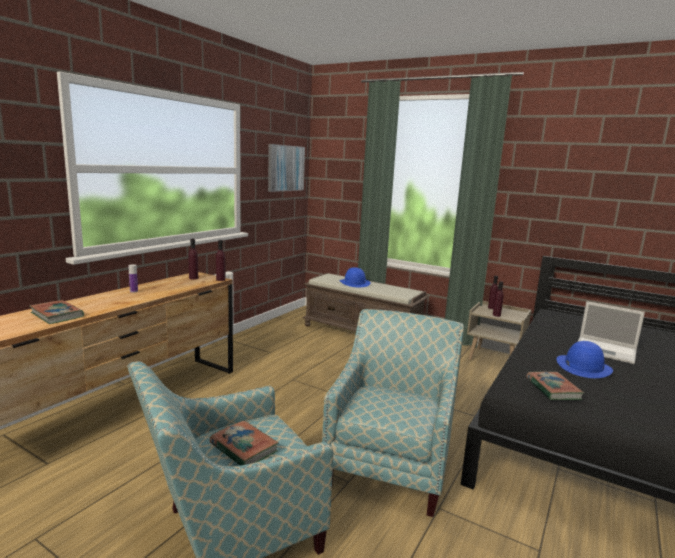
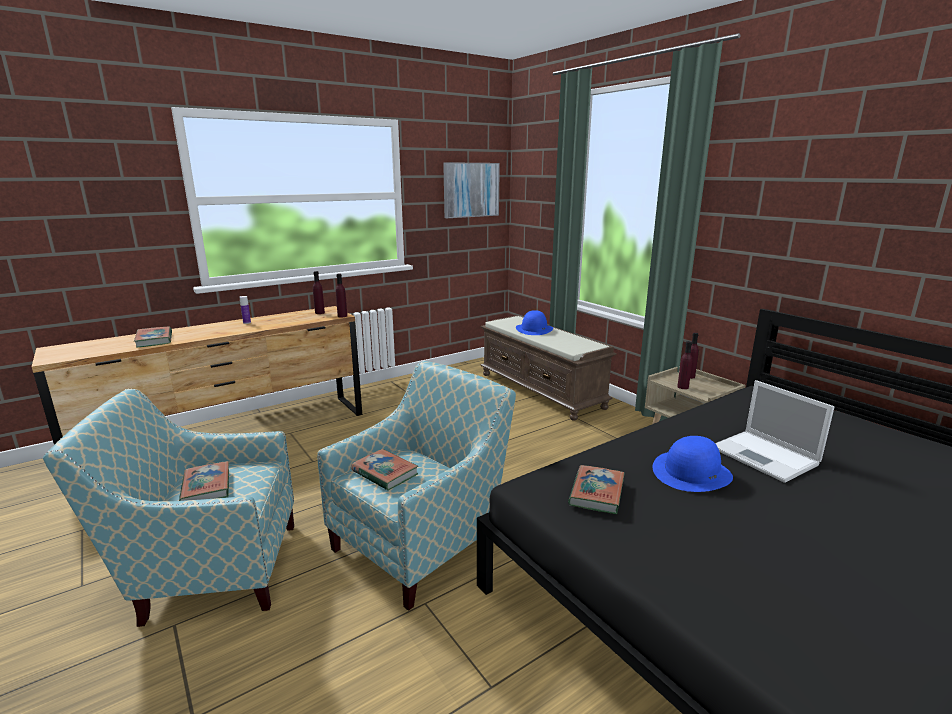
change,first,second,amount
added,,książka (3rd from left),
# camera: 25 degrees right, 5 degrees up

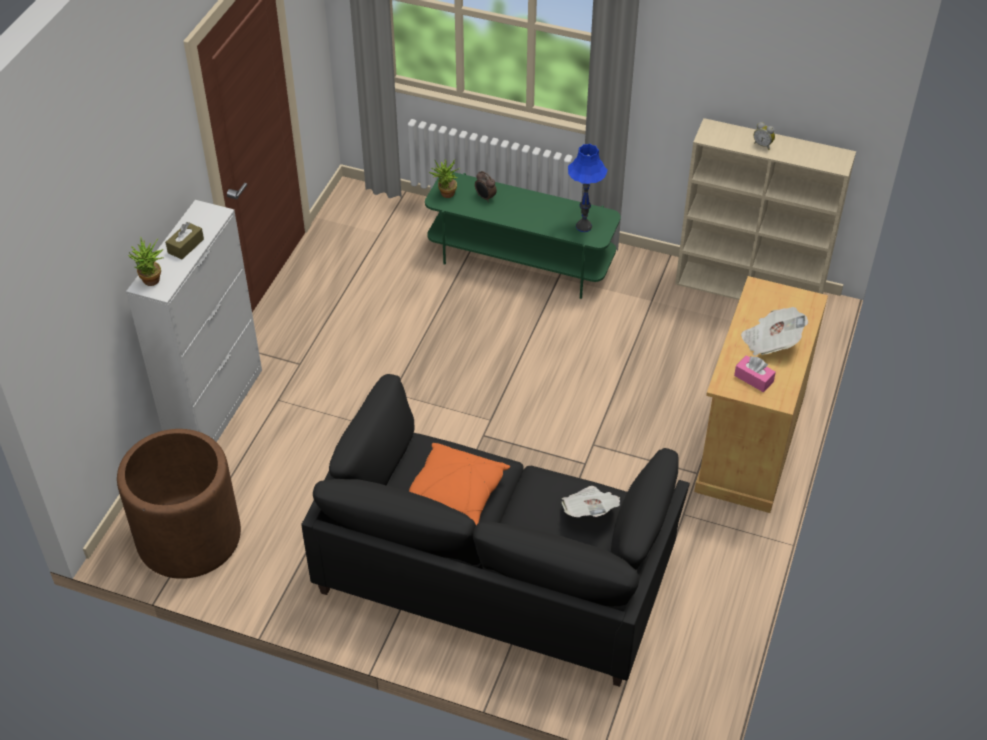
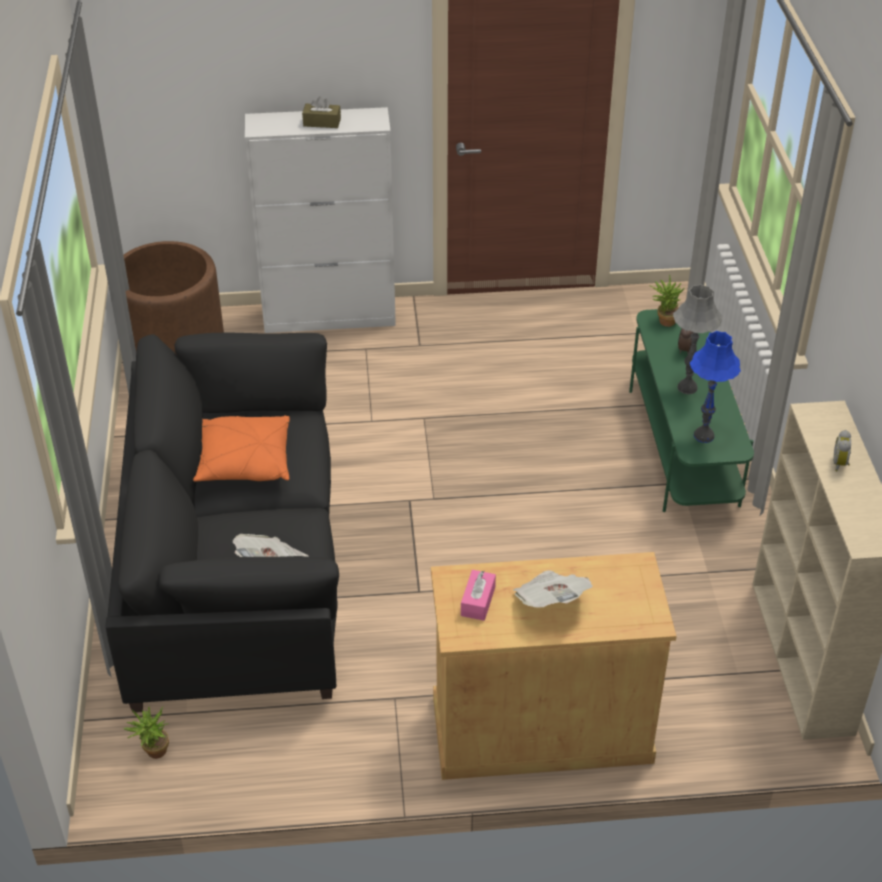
change,first,second,amount
moved,roślina doniczkowa (1st from left),,
added,,lampa stołowa/szary,
# camera: 65 degrees right, 5 degrees down

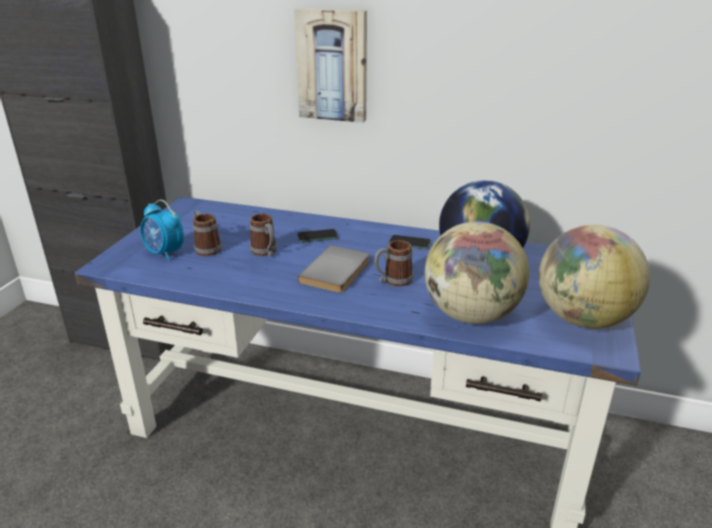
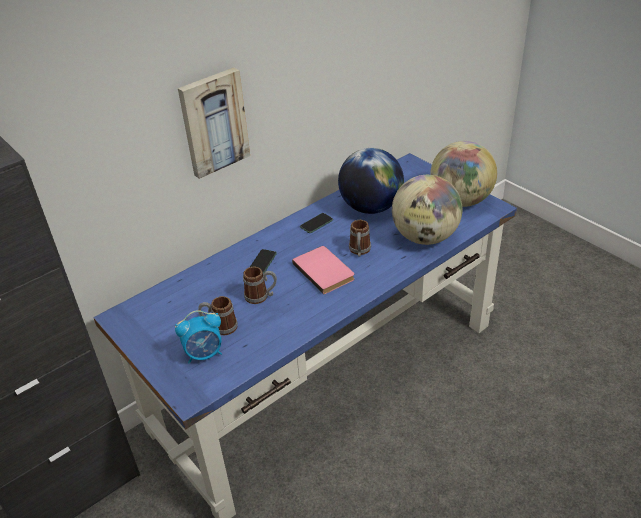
change,first,second,amount
recoloured,książka/szary,książka/różowy,
# camera: 55 degrees left, 10 degrees up

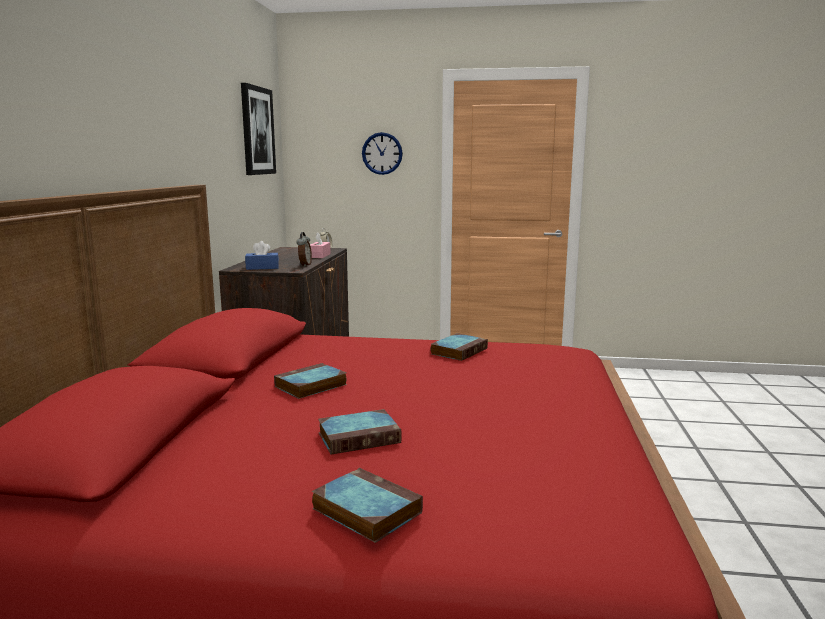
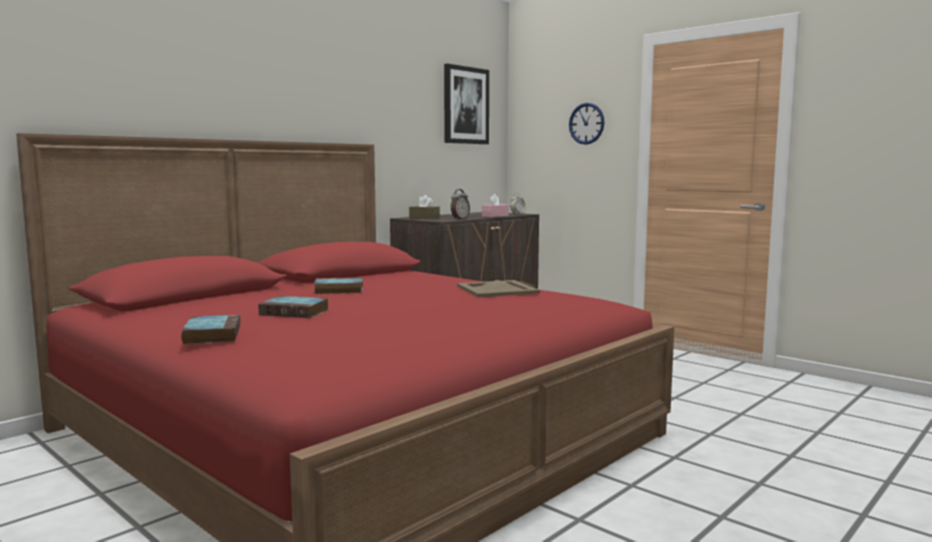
change,first,second,amount
recoloured,pudełko chusteczek/niebieski,pudełko chusteczek/brązowy,
replaced,książka (4th from left),taca/beżowy,
# camera: 35 degrees right, 5 degrees down

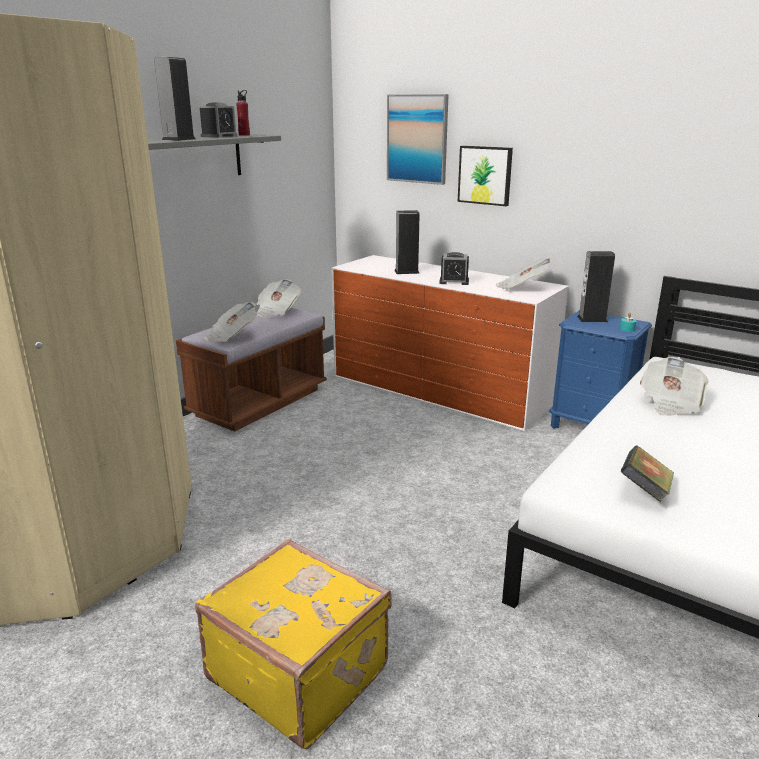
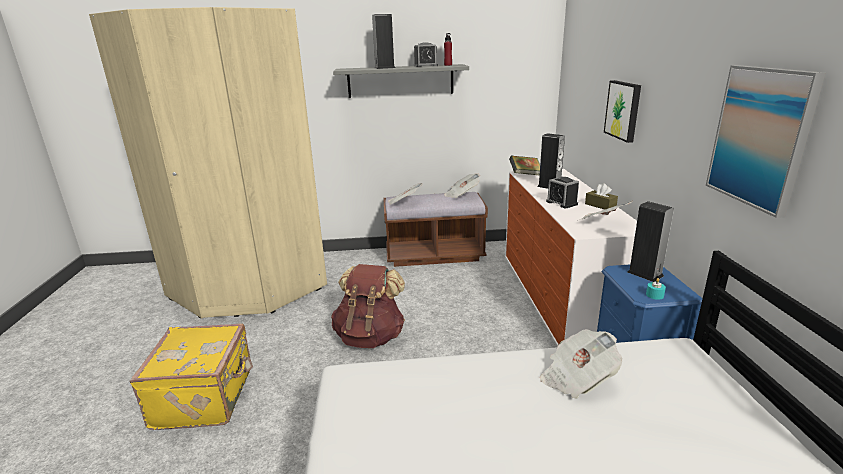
change,first,second,amount
added,,plecak/brązowy,
moved,książka,,
added,,pudełko chusteczek/brązowy,
moved,obraz (1st from left in the first image),obraz (2nd from left),
# camera: 50 degrees right, 0 degrees up

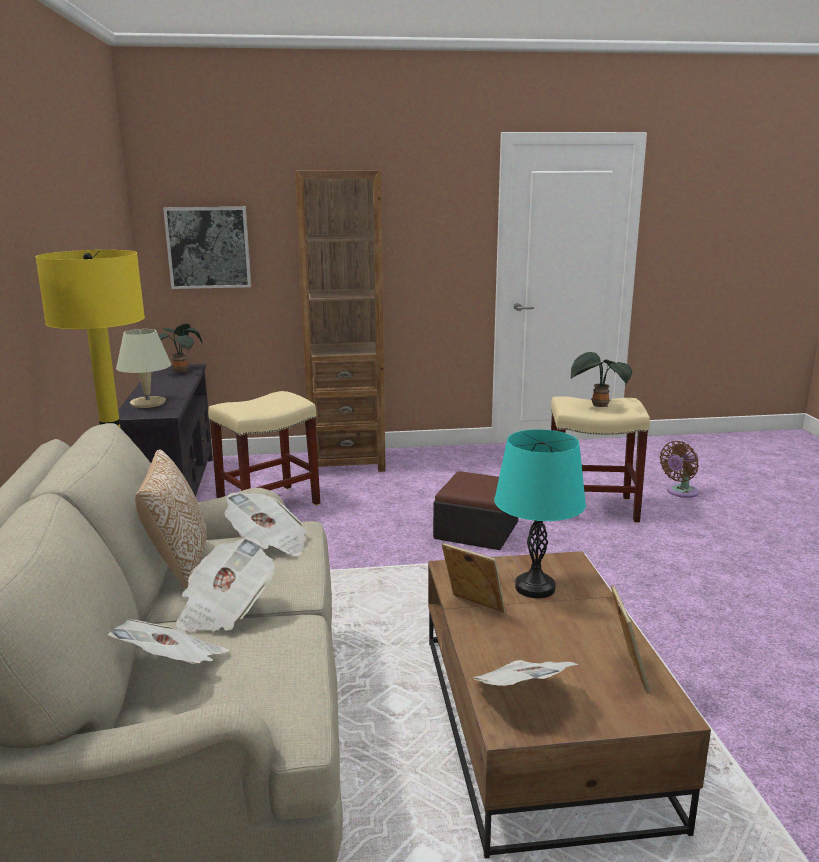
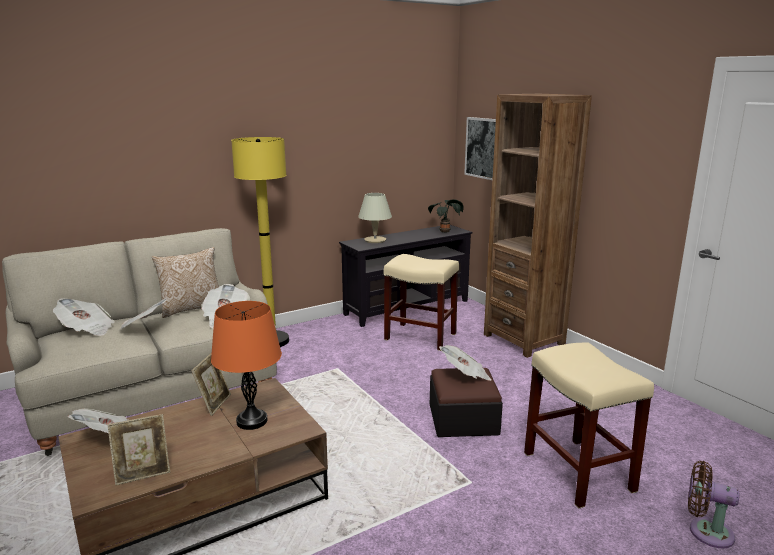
change,first,second,amount
recoloured,lampa stołowa/turkusowy,lampa stołowa/pomarańczowy,
added,,gazeta (5th from left),
removed,roślina doniczkowa (2nd from left),,
# camera: 65 degrees right, 0 degrees up

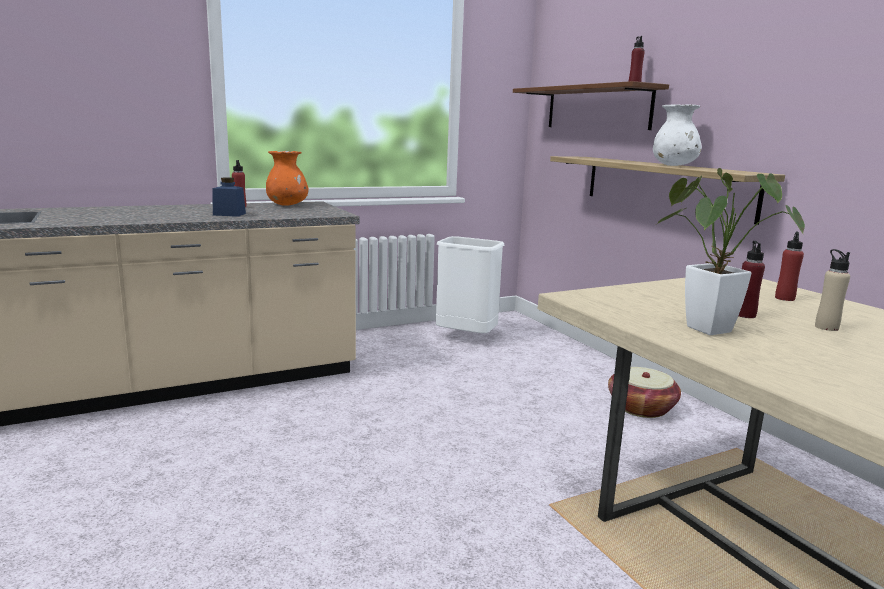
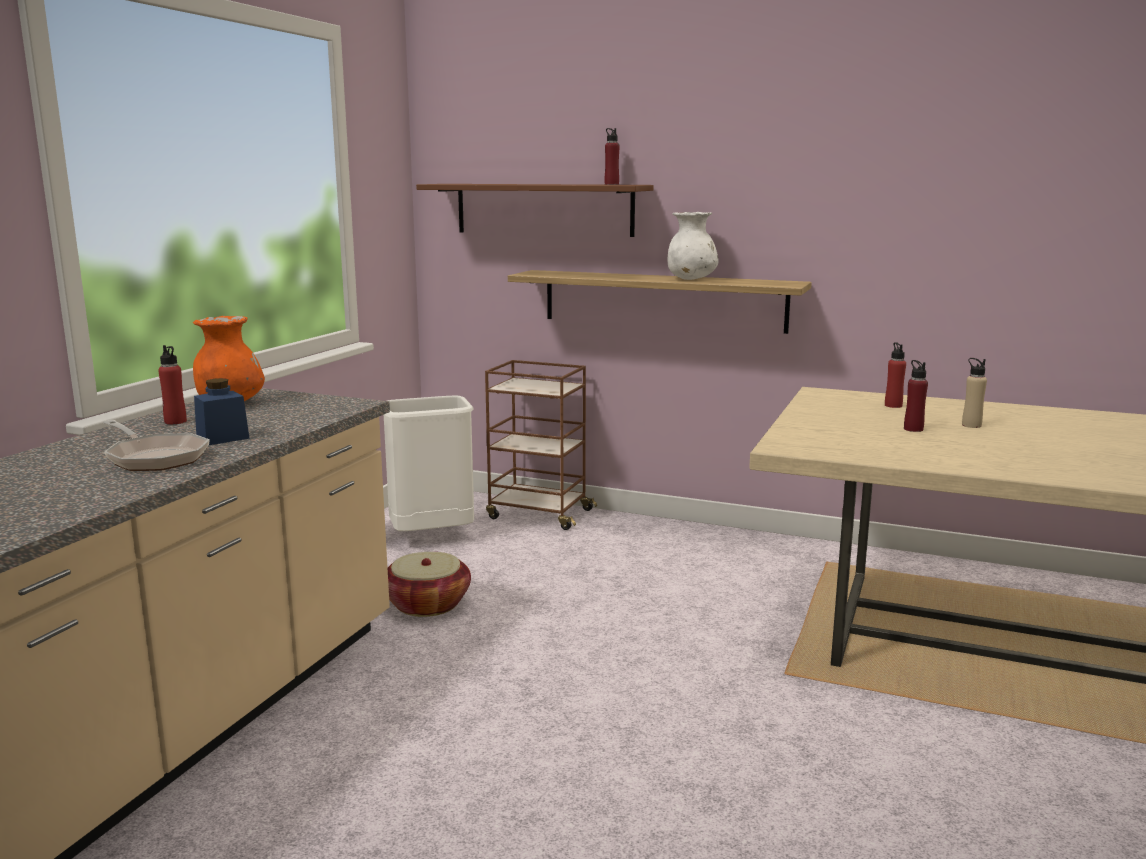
change,first,second,amount
added,,patelnia,
moved,koszyk,,
added,,wózek/brązowy,
removed,roślina doniczkowa,,
# camera: 40 degrees left, 0 degrees up

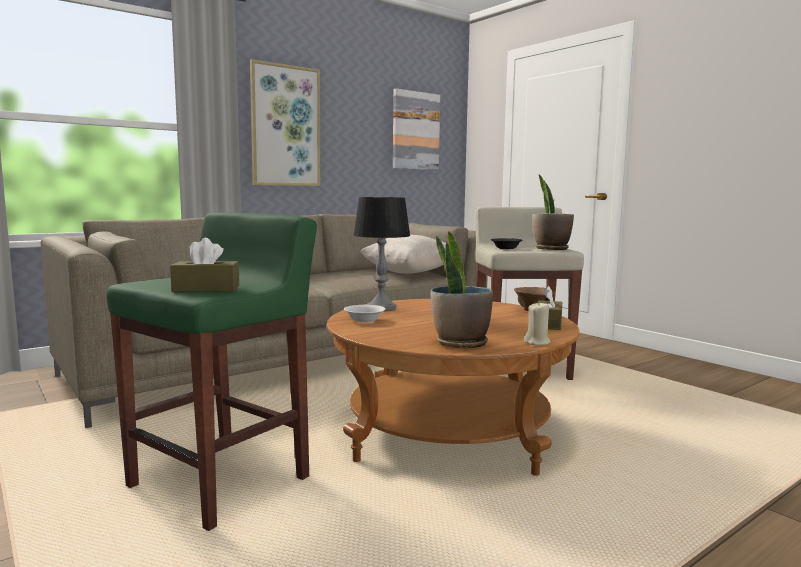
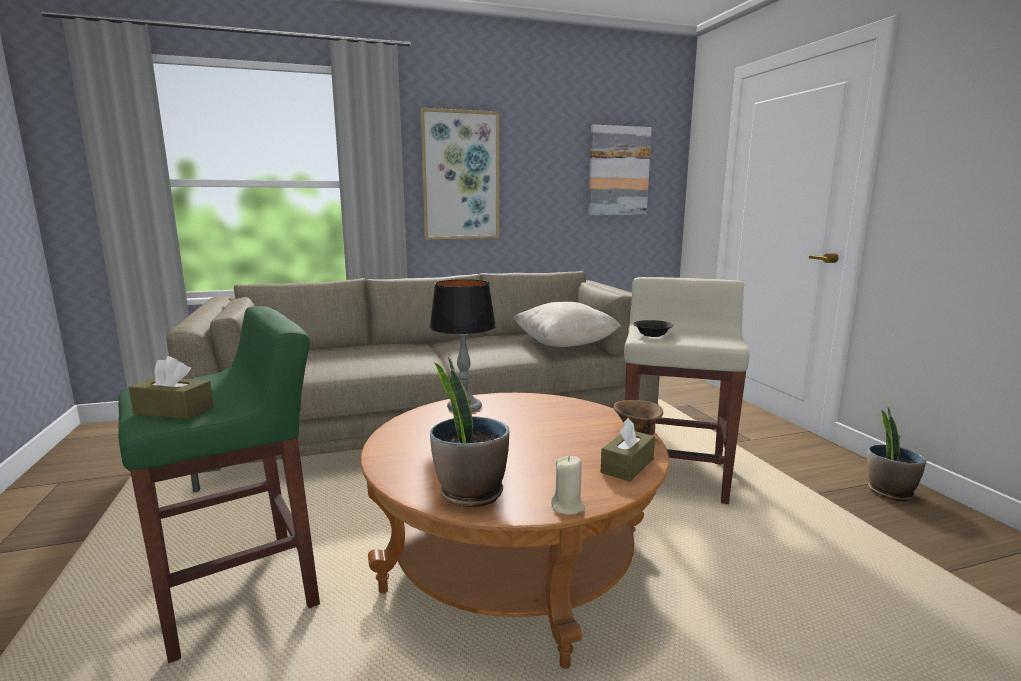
change,first,second,amount
moved,roślina doniczkowa (2nd from left),,
removed,miska/biały,,
# camera: 20 degrees right, 5 degrees up

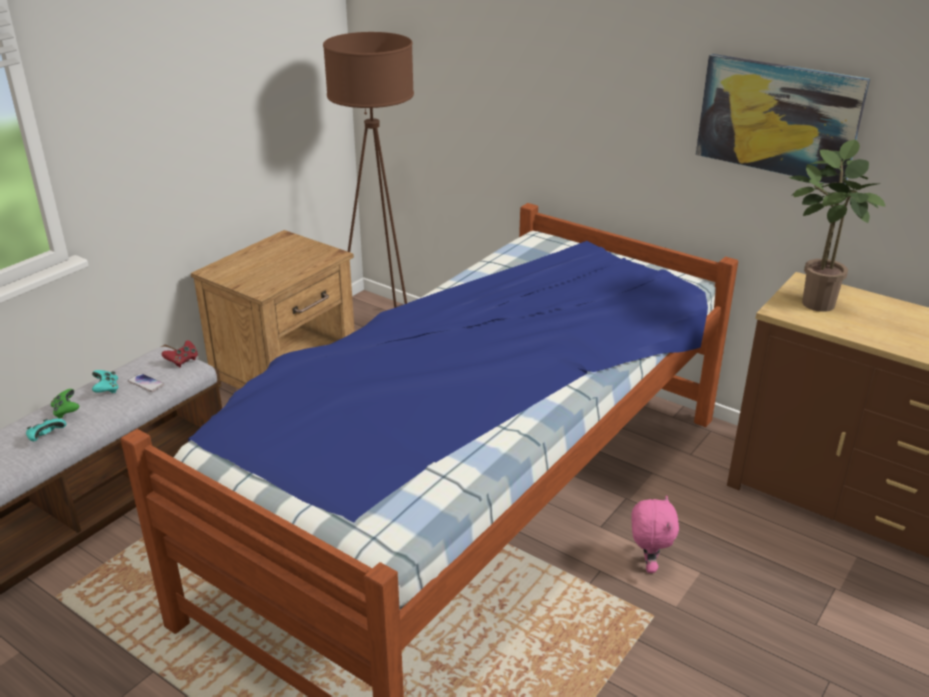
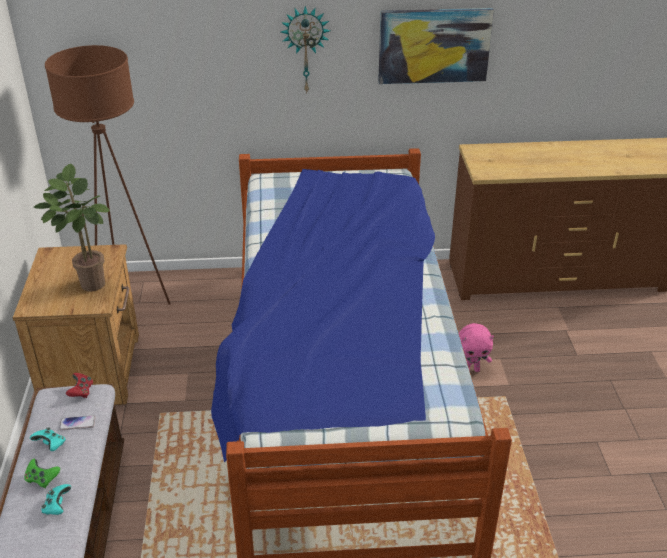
change,first,second,amount
moved,roślina doniczkowa,,
added,,zegar ścienny,
turned,pluszak/różowy,,120 degrees clockwise
# camera: 40 degrees left, 5 degrees up

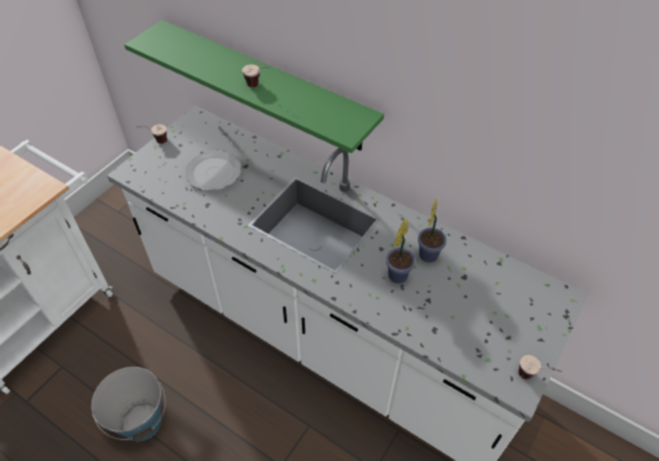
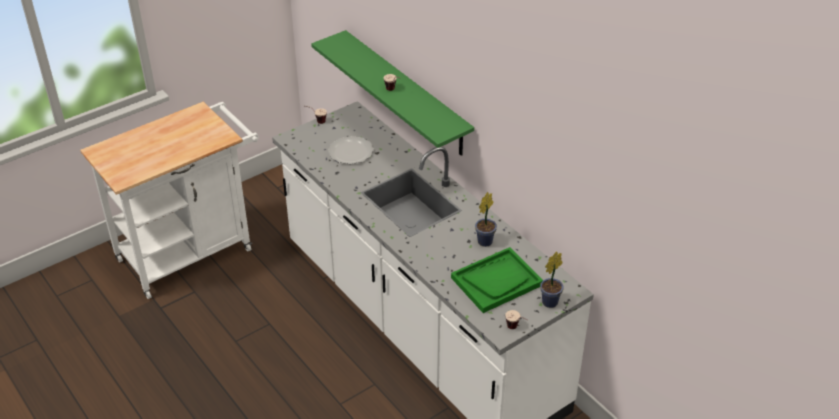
change,first,second,amount
added,,taca/zielony,
moved,roślina doniczkowa (1st from left in the first image),roślina doniczkowa (2nd from left),
removed,wiadro,,
# camera: 20 degrees right, 10 degrees down

